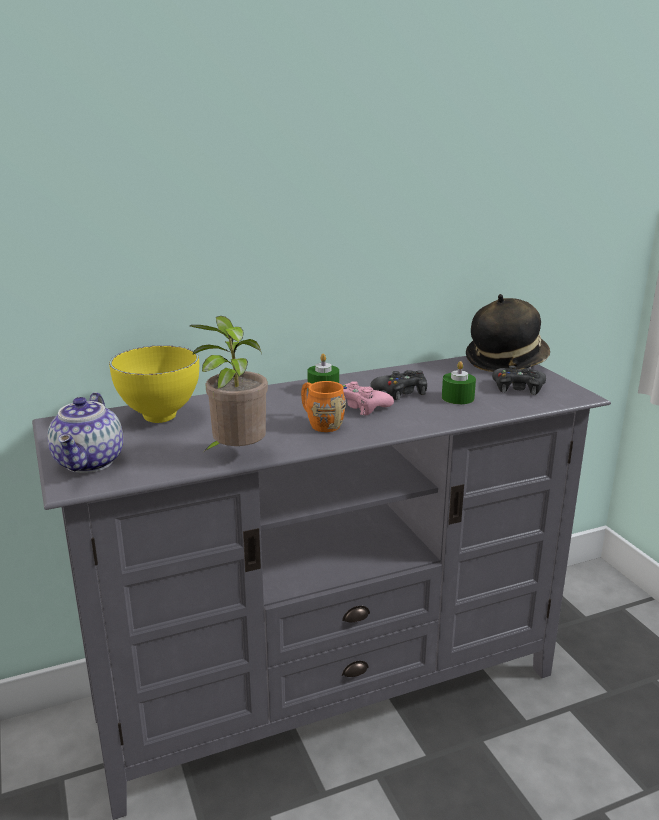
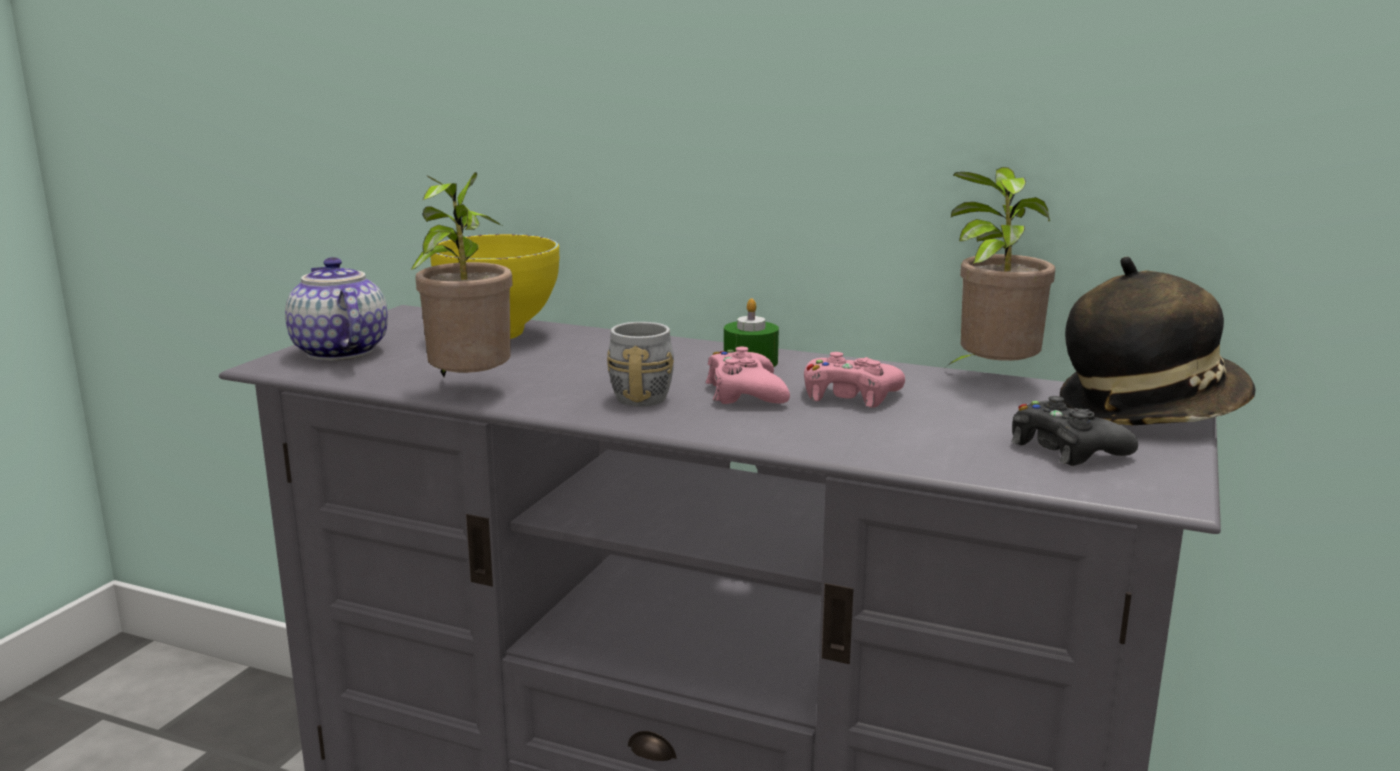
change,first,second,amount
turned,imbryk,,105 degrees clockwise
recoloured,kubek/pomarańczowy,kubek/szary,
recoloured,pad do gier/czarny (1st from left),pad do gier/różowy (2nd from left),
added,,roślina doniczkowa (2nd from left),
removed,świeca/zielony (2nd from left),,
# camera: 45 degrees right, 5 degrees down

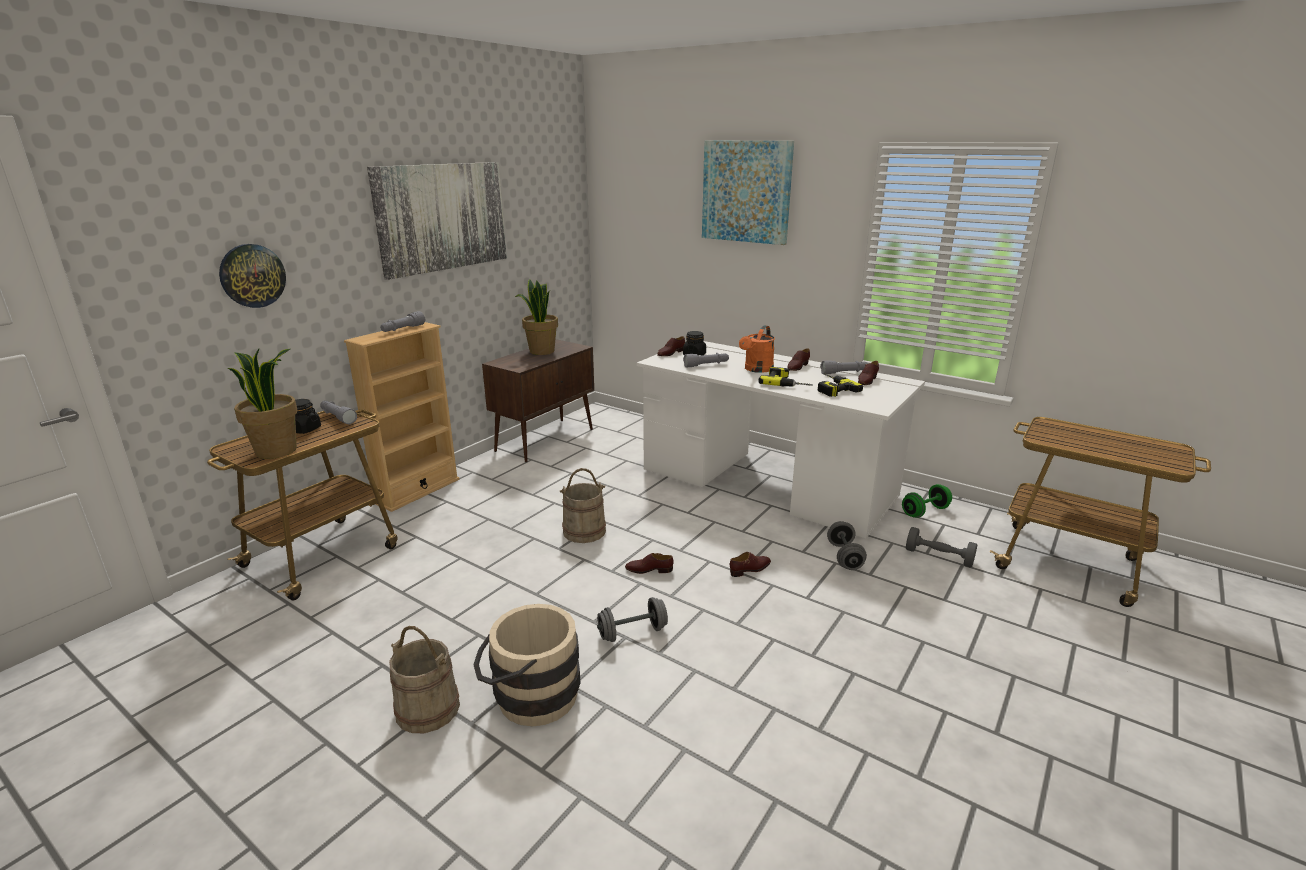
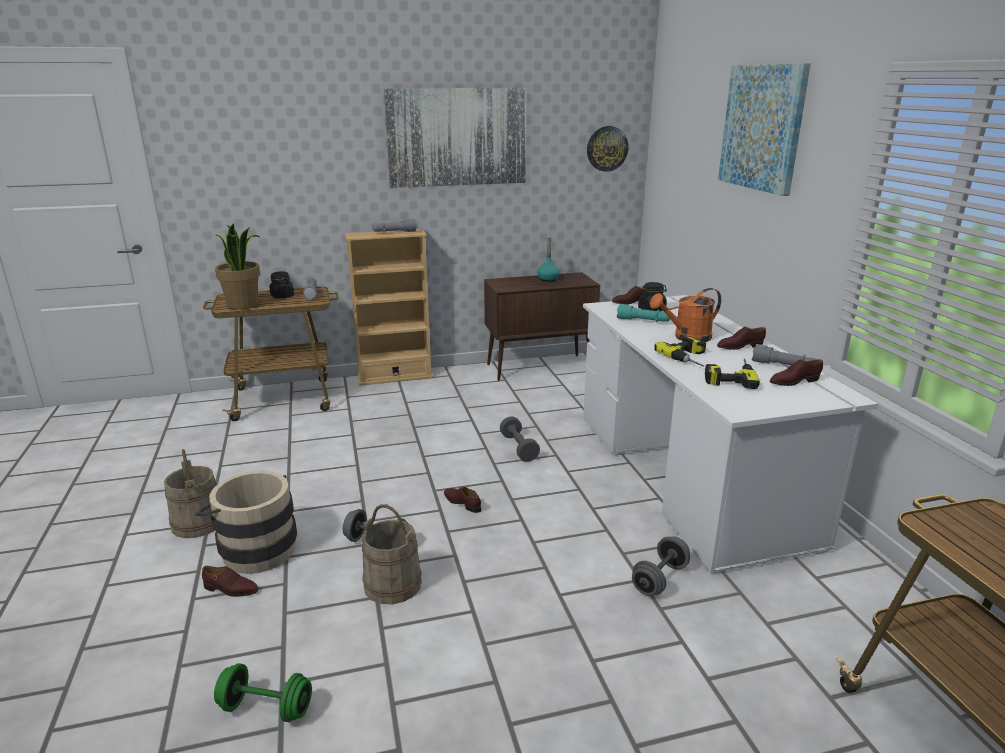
change,first,second,amount
moved,but/brązowy (3rd from left in the first image),but/brązowy (1st from left),
moved,hantel/zielony,,
moved,wiadro/beżowy (3rd from left),,
moved,hantel/szary (3rd from left in the first image),hantel/szary (2nd from left),
replaced,roślina doniczkowa (2nd from left),butelka/turkusowy,
moved,zegar ścienny,,
recoloured,latarka/szary (3rd from left),latarka/turkusowy,
# camera: 40 degrees right, 0 degrees up

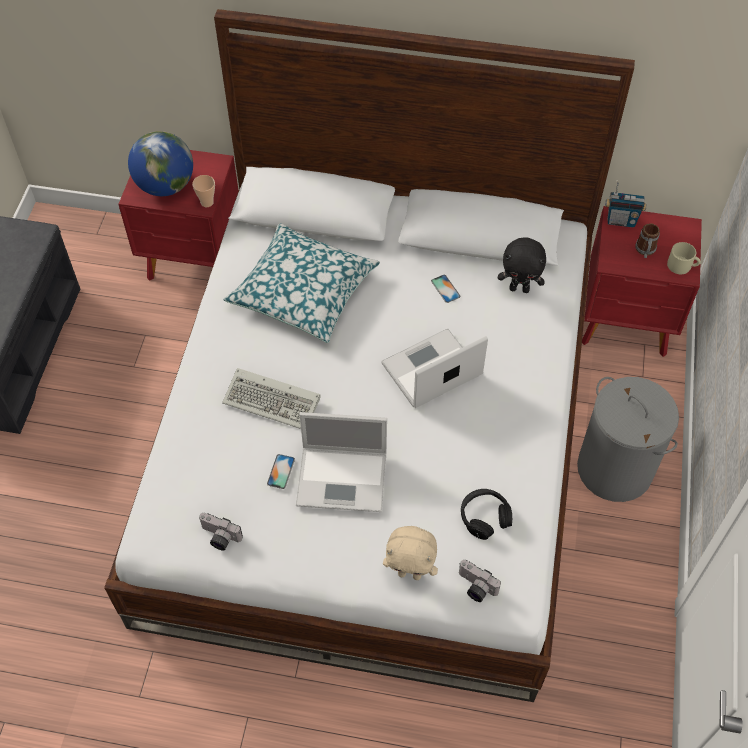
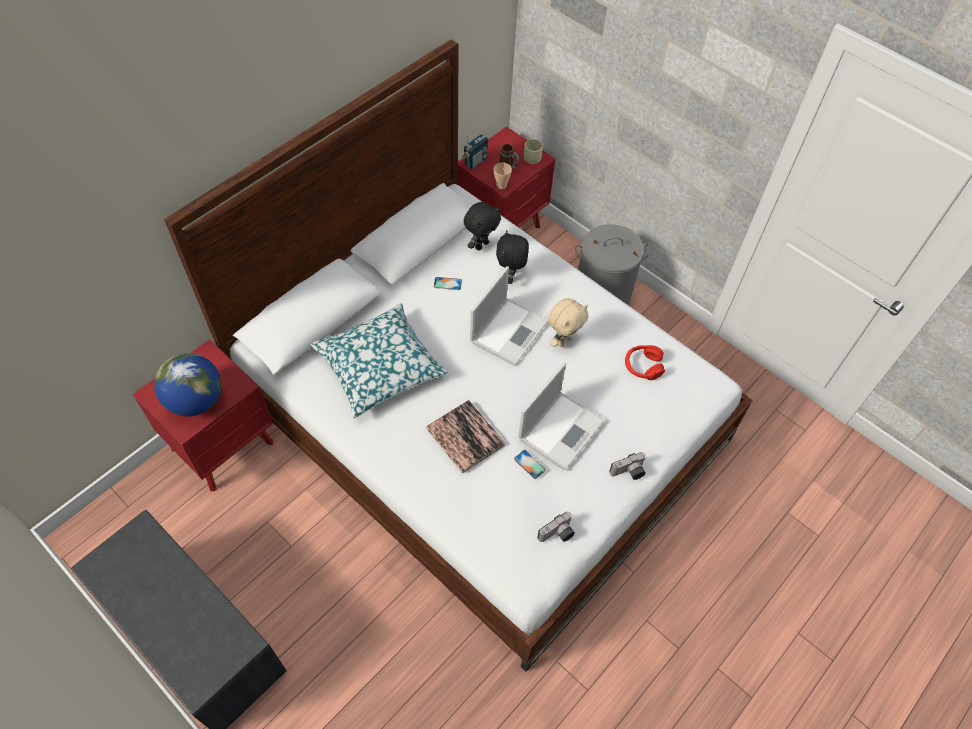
change,first,second,amount
replaced,klawiatura,książka,
turned,laptop (2nd from left in the first image),laptop (1st from left),150 degrees counterclockwise
moved,filiżanka,,
added,,pluszak/czarny (2nd from left),
moved,pluszak/beżowy,,
moved,aparat fotograficzny (2nd from left),,
recoloured,słuchawki/czarny,słuchawki/czerwony,
# camera: 60 degrees left, 0 degrees up

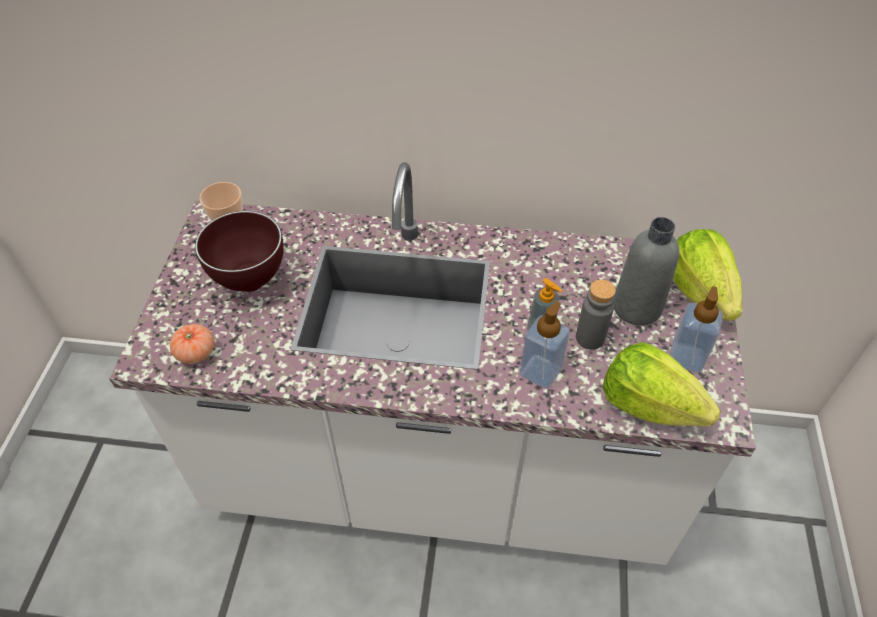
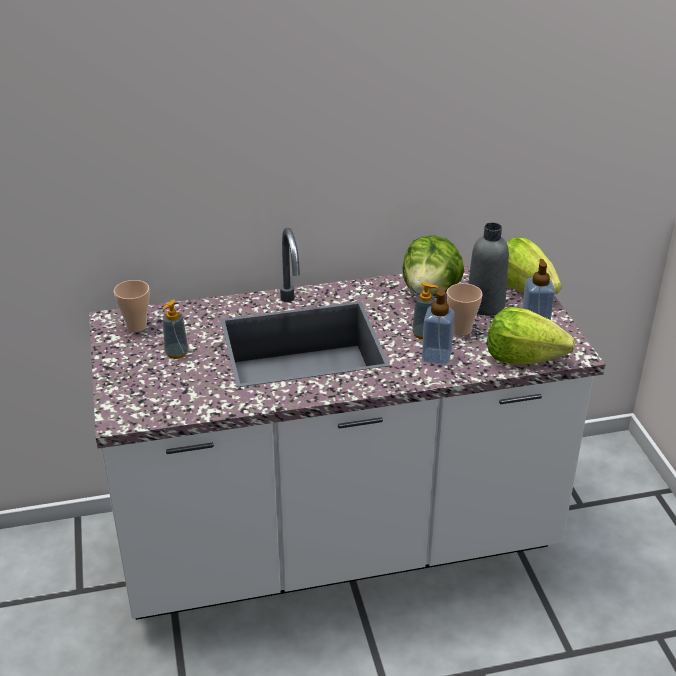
change,first,second,amount
replaced,miska/brązowy,dozownik mydła (1st from left),
added,,sałata (1st from left),
replaced,butelka/szary (1st from left),filiżanka (2nd from left),
removed,pomidor,,
# camera: 20 degrees left, 15 degrees down

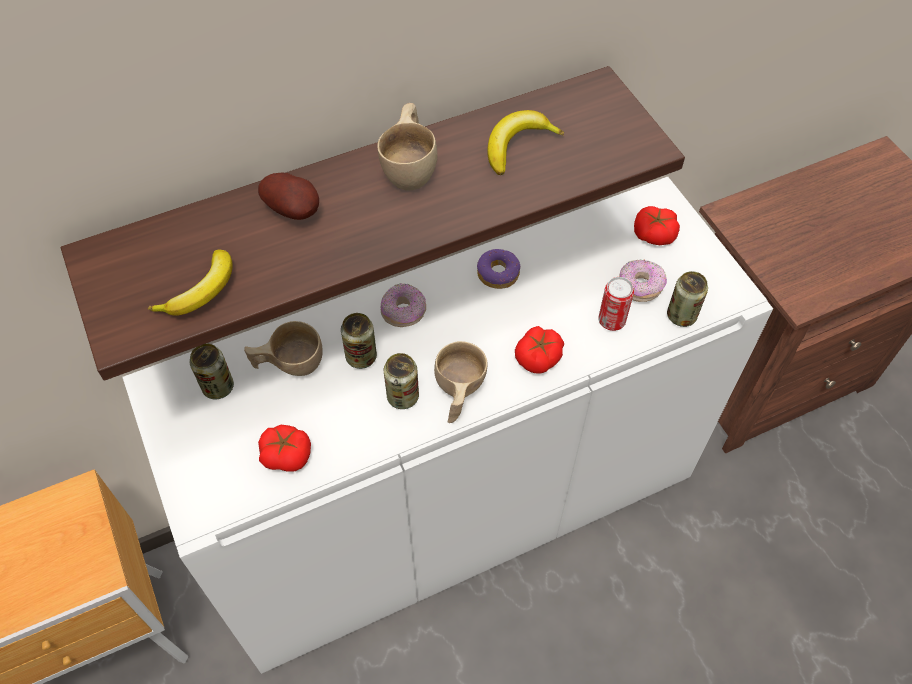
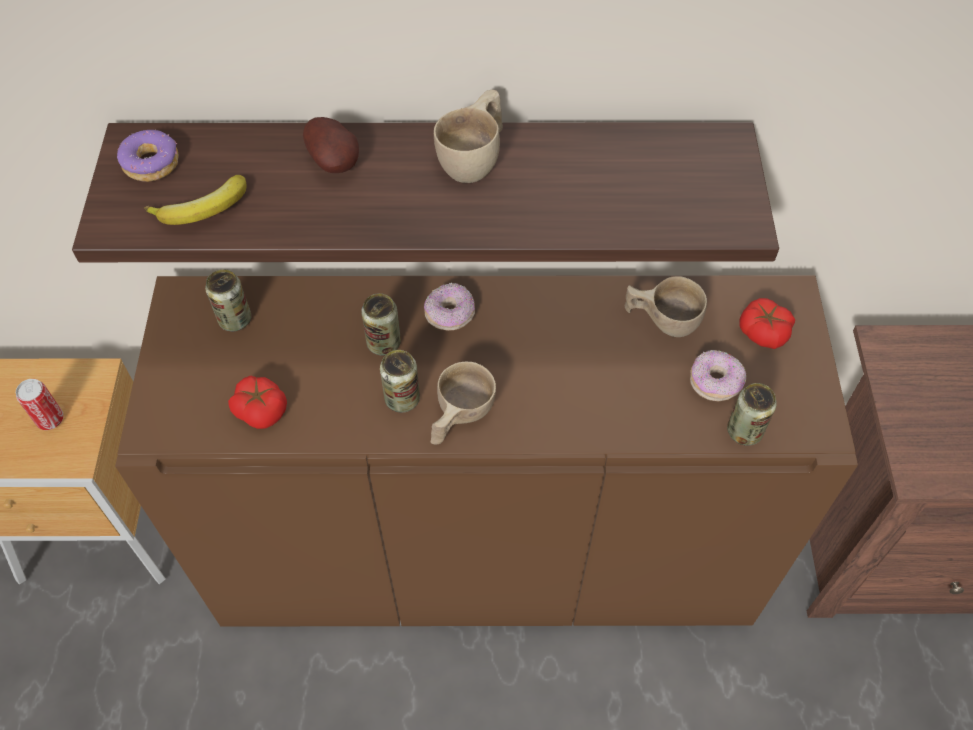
change,first,second,amount
moved,puszka (4th from left in the first image),puszka (1st from left),
recoloured,szafka/biały,szafka/brązowy,
moved,donut (2nd from left in the first image),donut (1st from left),
moved,filiżanka/beżowy (1st from left in the first image),filiżanka/beżowy (3rd from left),
removed,banan (2nd from left),,
removed,pomidor (2nd from left),,
# camera: 25 degrees right, 0 degrees up

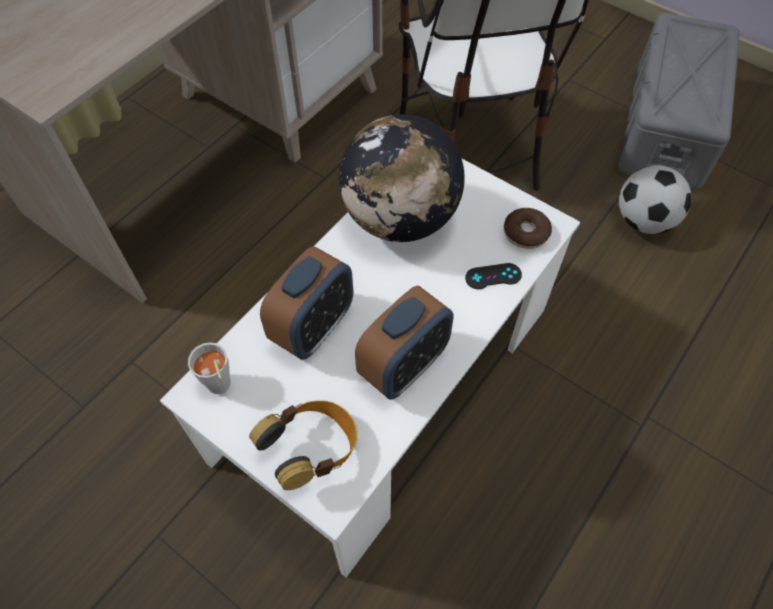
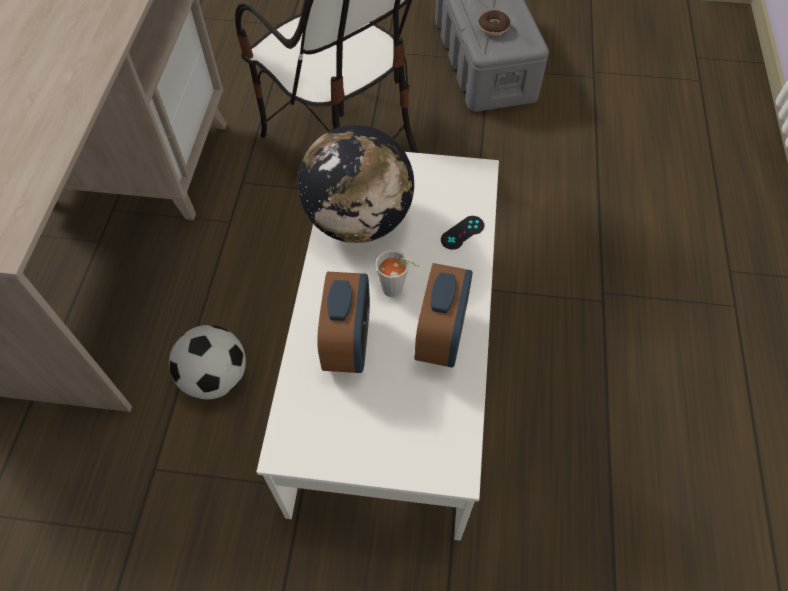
change,first,second,amount
moved,piłka futbolowa,,
moved,filiżanka/szary,,
moved,donut,,
removed,słuchawki,,
# camera: 30 degrees left, 0 degrees up

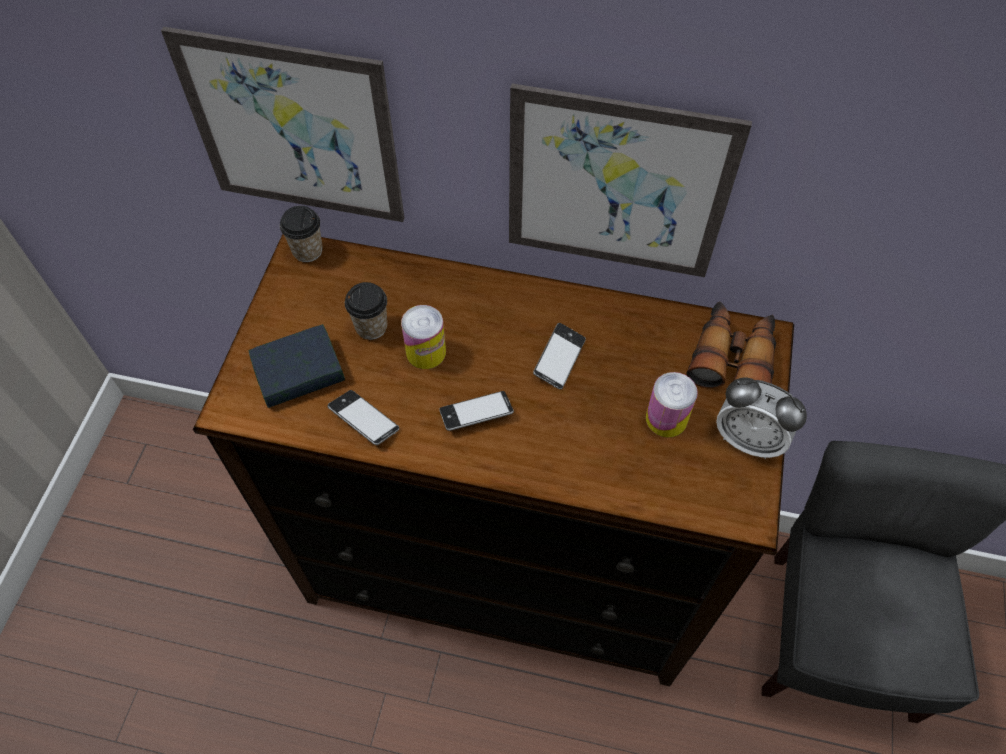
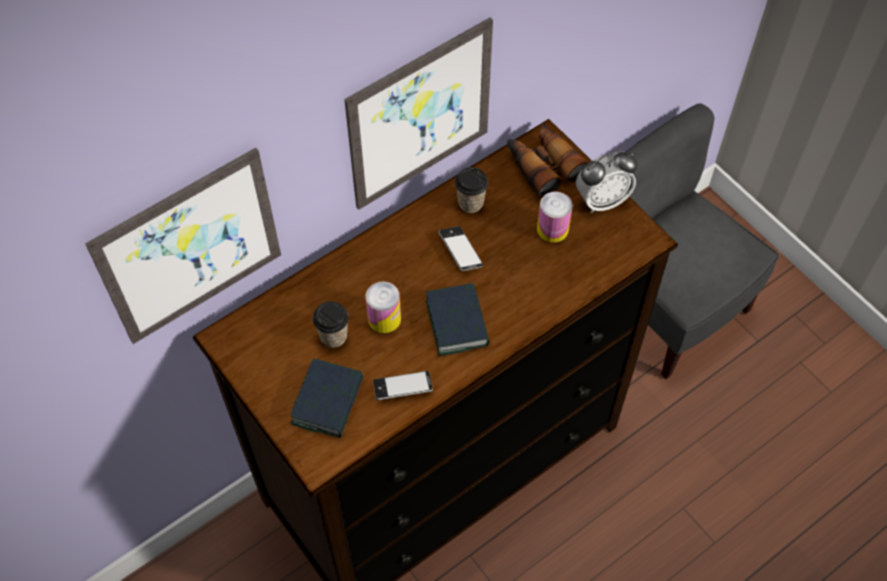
change,first,second,amount
replaced,telefon (2nd from left),książka (2nd from left),
moved,filiżanka (1st from left in the first image),filiżanka (2nd from left),
# camera: 50 degrees left, 0 degrees up

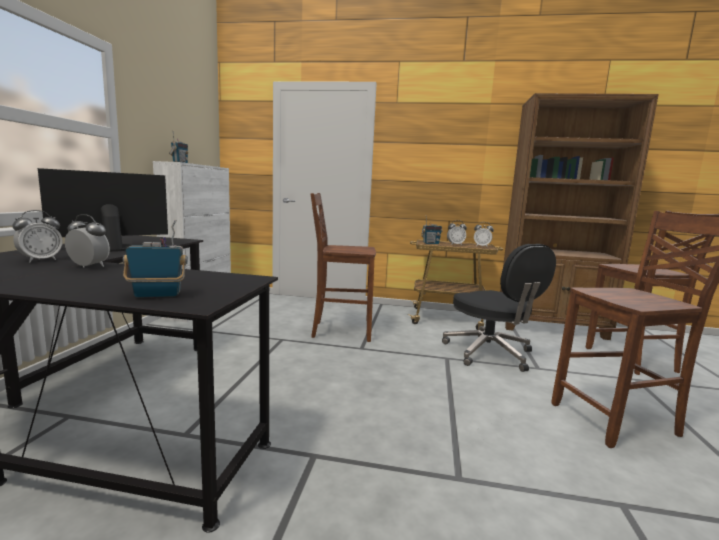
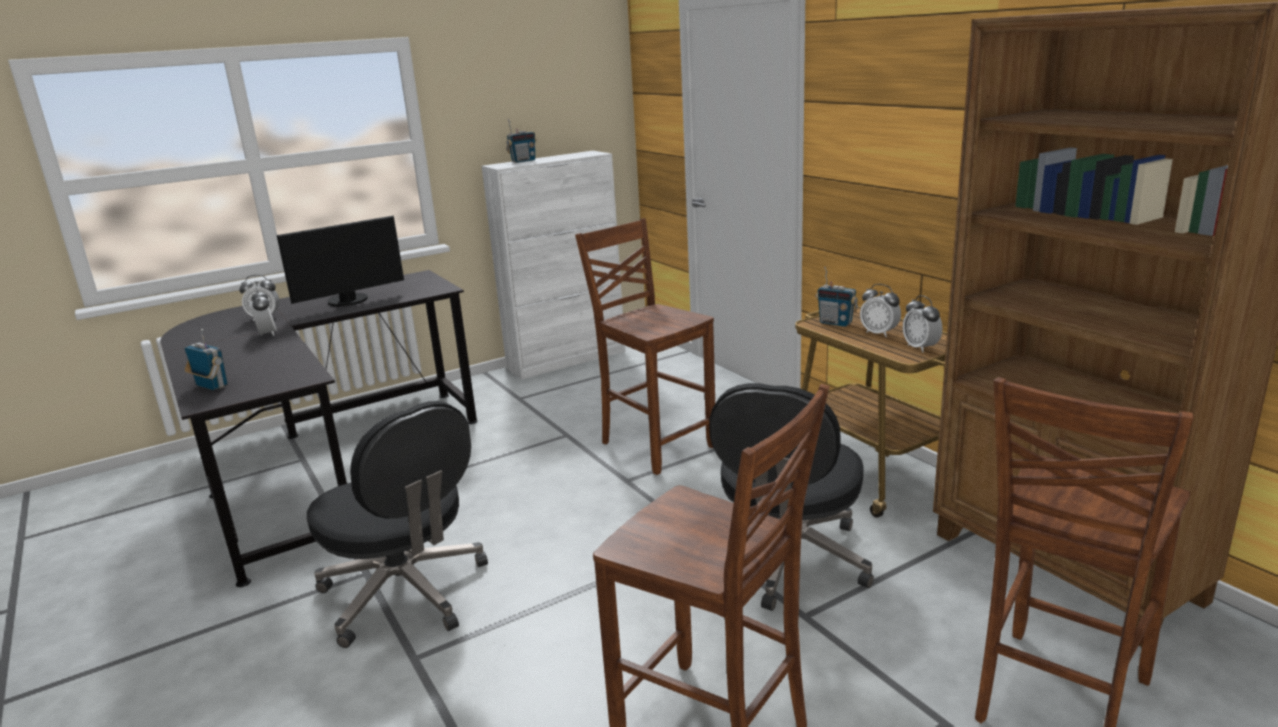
change,first,second,amount
turned,monitor,,135 degrees clockwise
added,,krzesło biurowe/czarny (1st from left),
# camera: 50 degrees right, 10 degrees up

